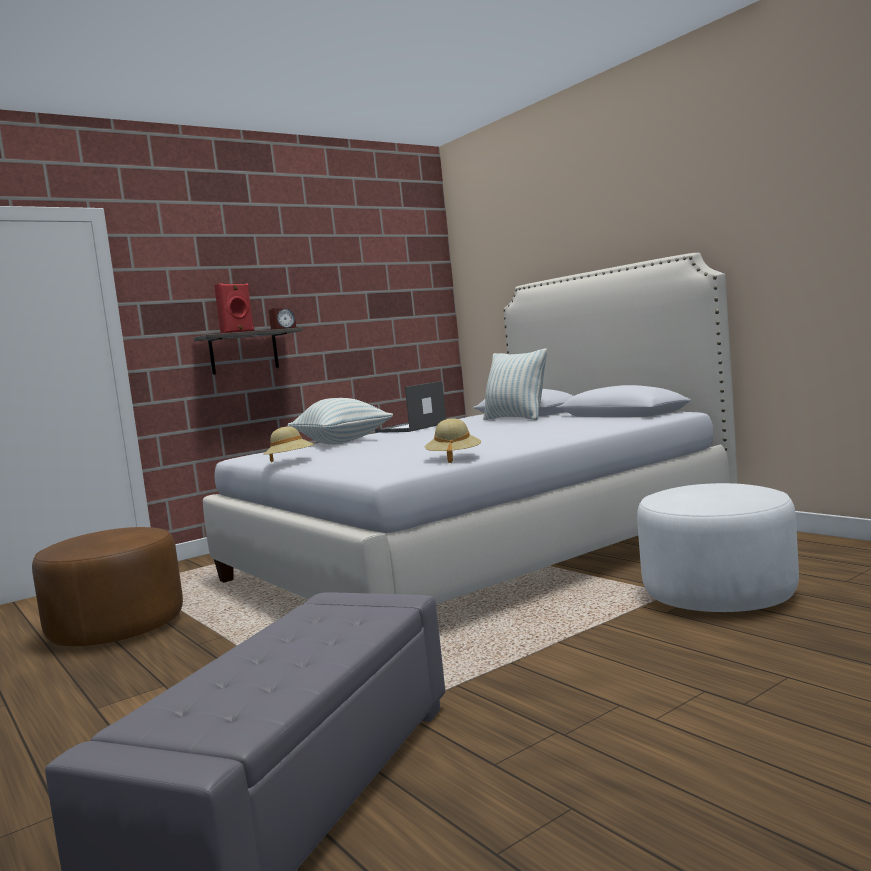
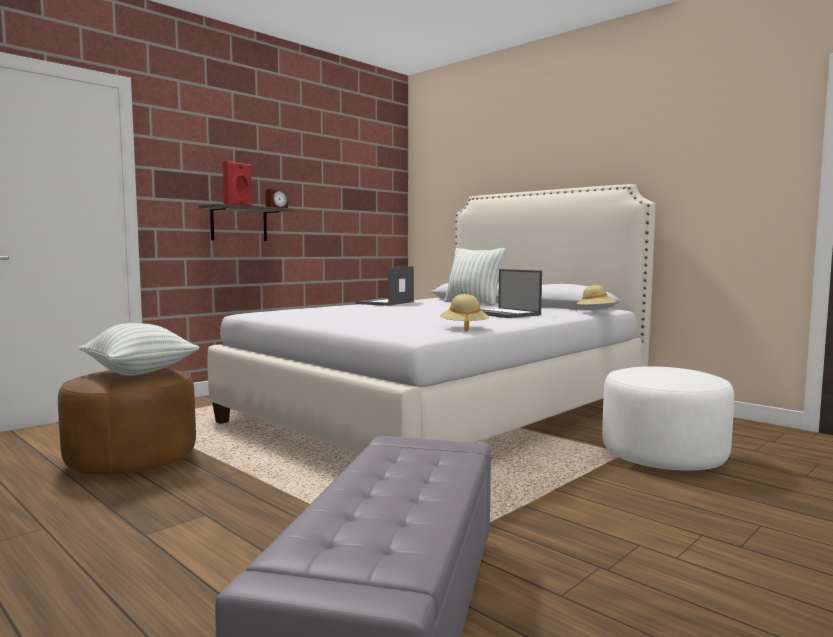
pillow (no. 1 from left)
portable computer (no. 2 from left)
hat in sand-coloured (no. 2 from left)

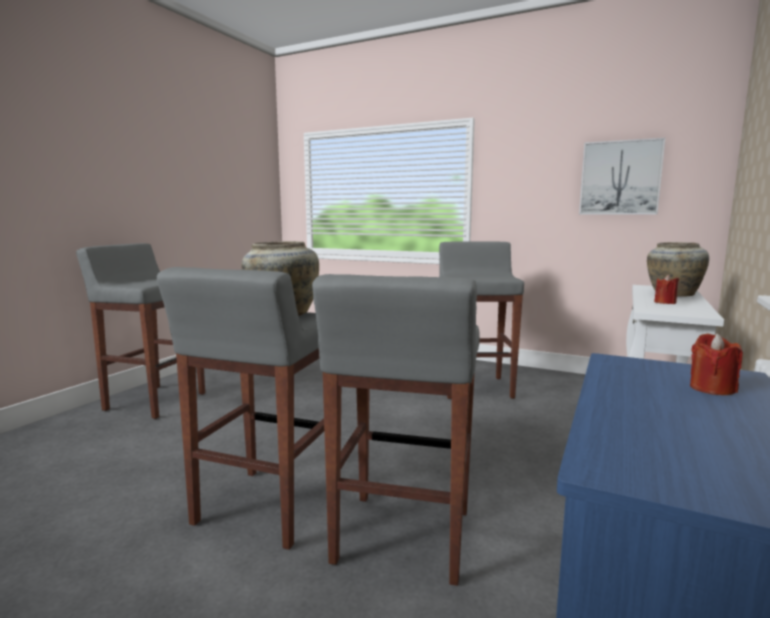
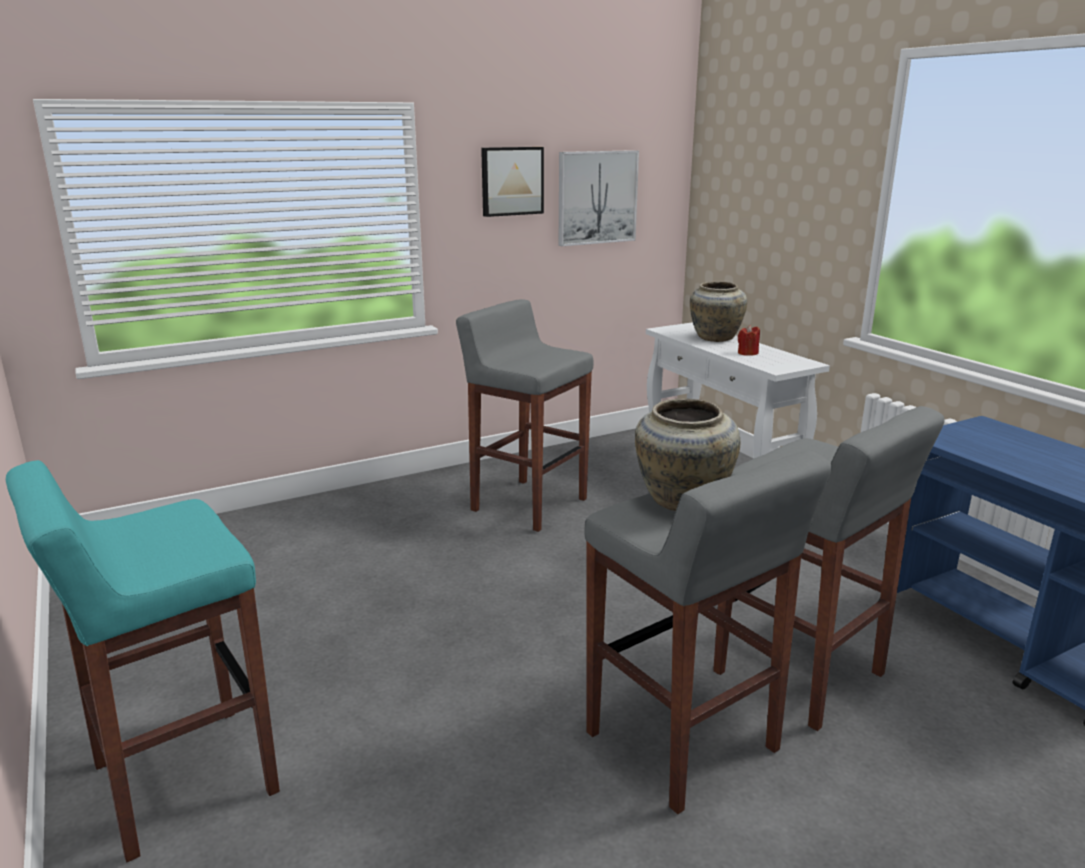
stool in turquoise
wall art (no. 1 from left)
candle in red (no. 2 from left in the first image)

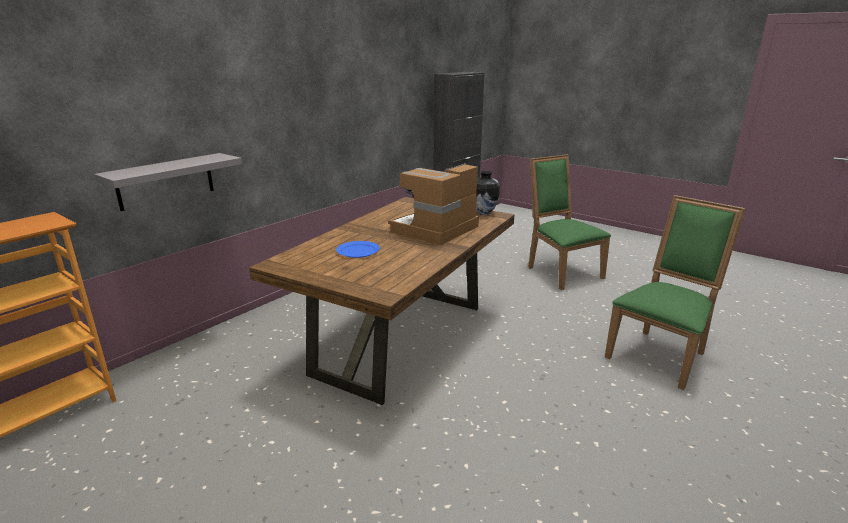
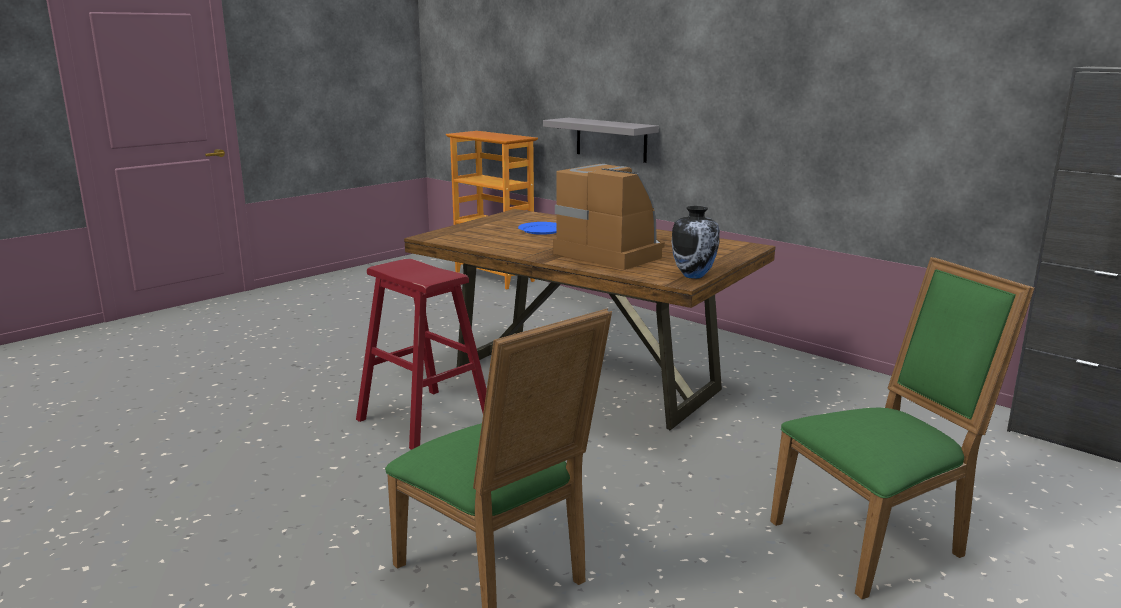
stool in red

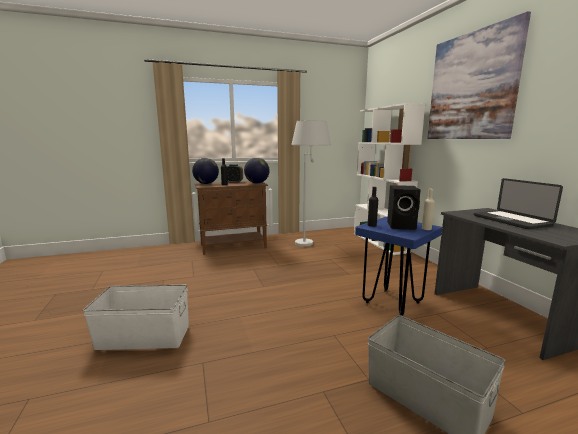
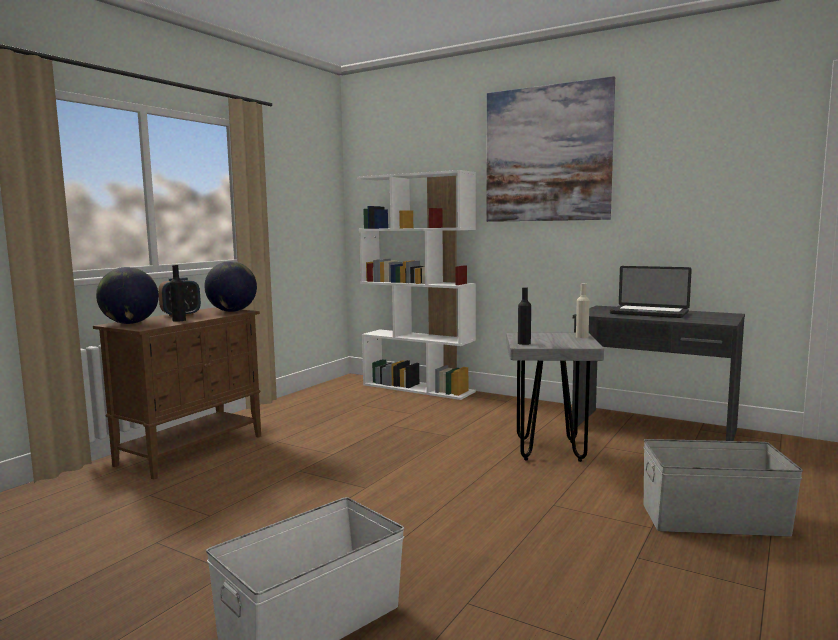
stool in greyish
standing lamp in white-coloured
audio speaker in black

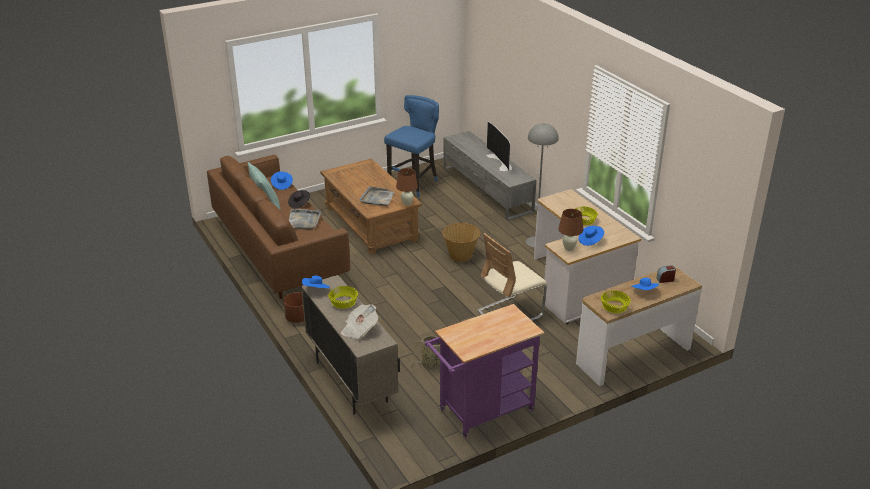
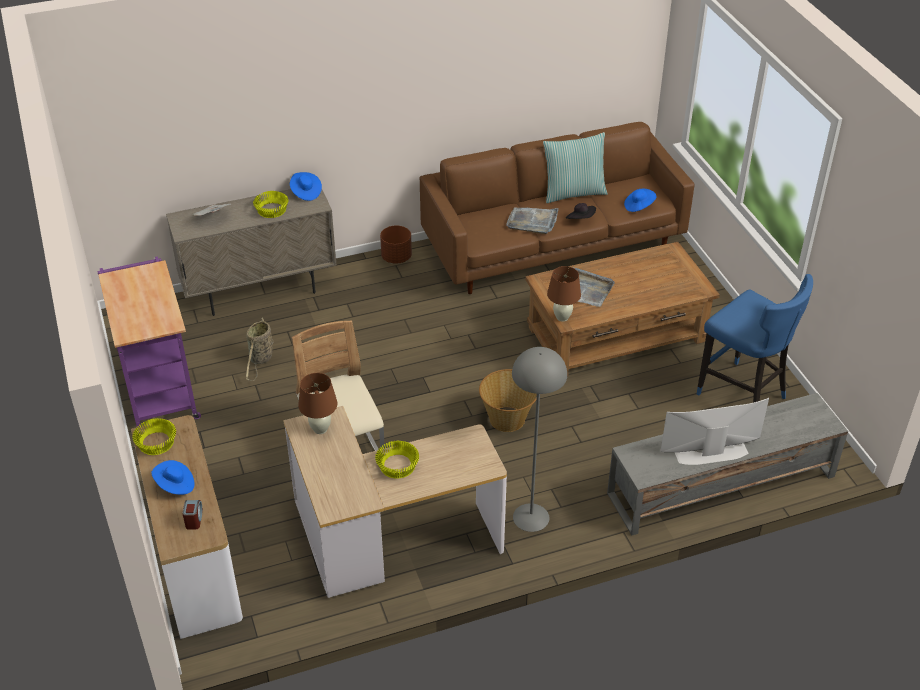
hat in blue-coloured (no. 3 from left in the first image)

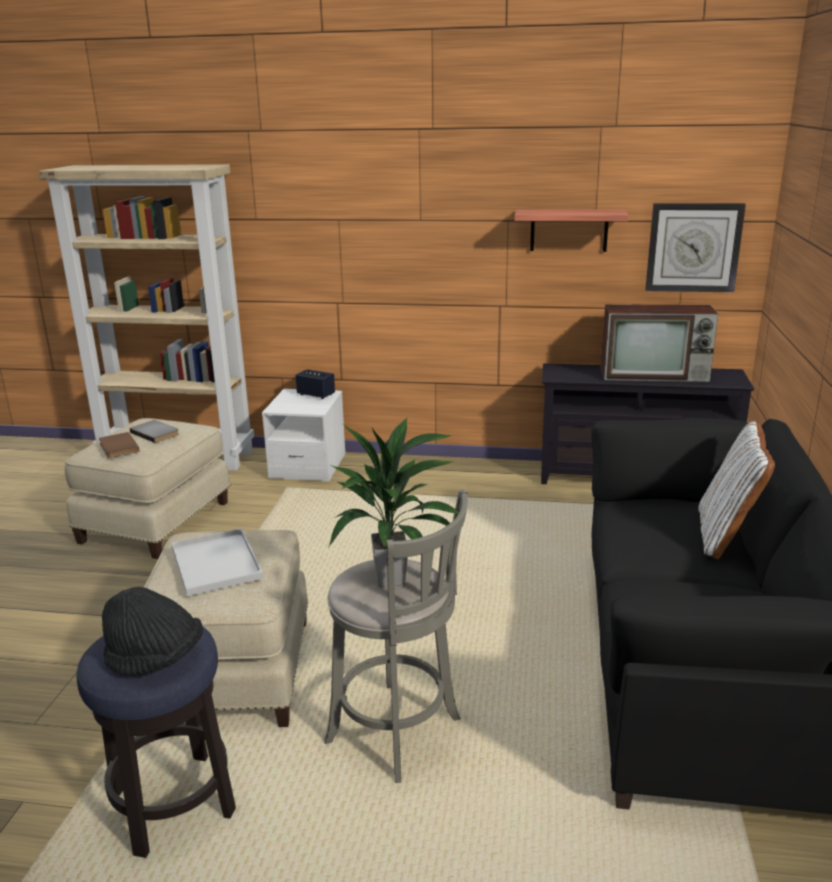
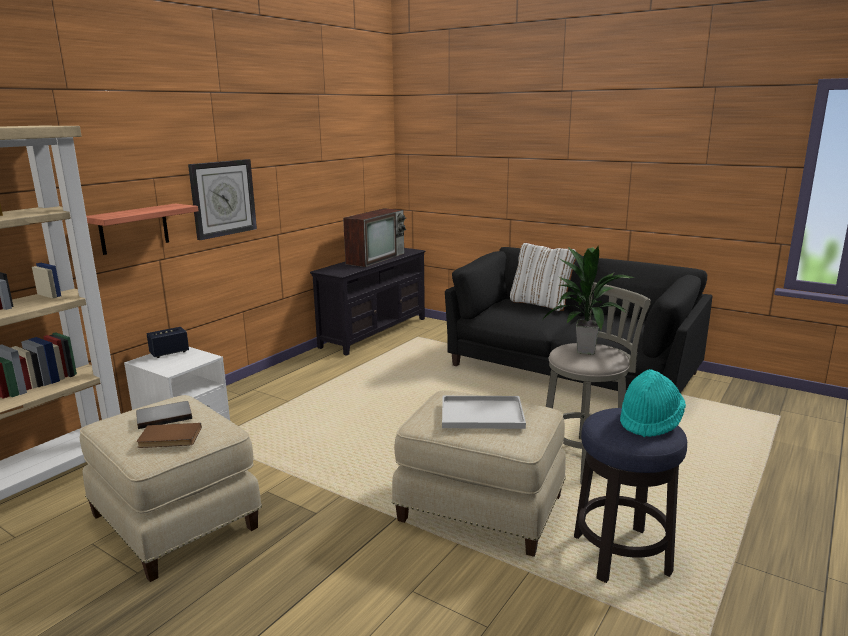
wall shelf
hanging clock
hat in turquoise

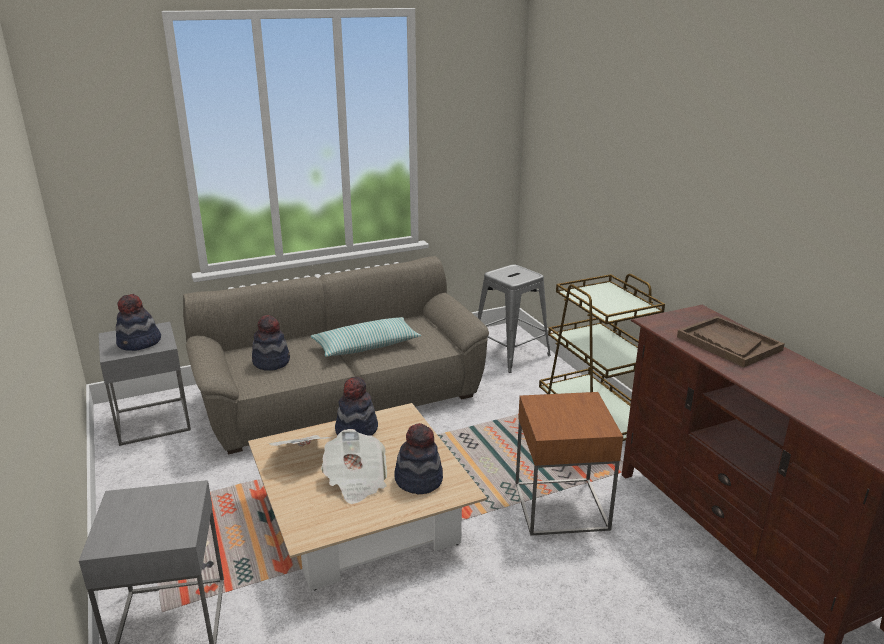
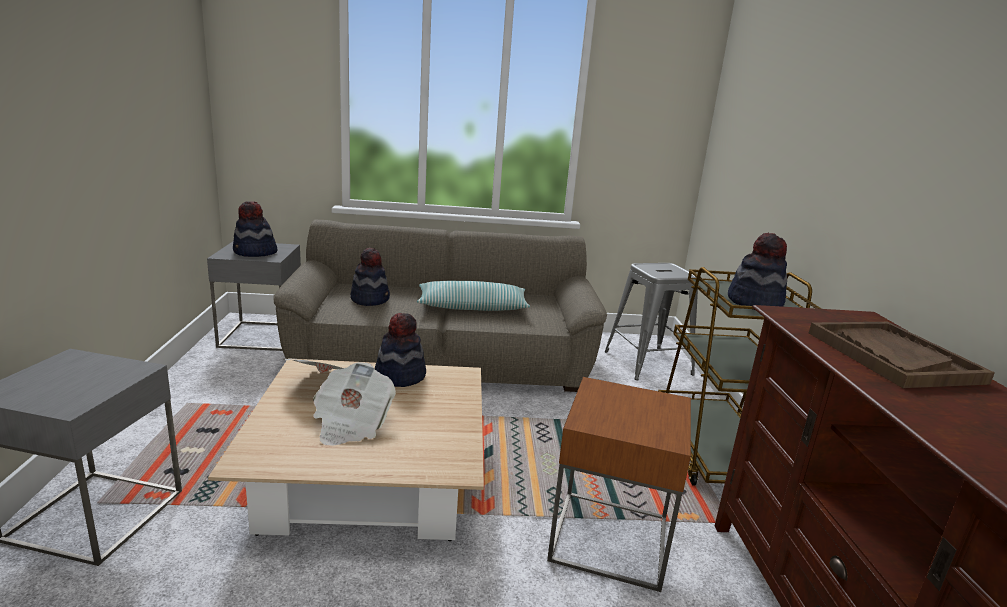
hat (no. 4 from left)

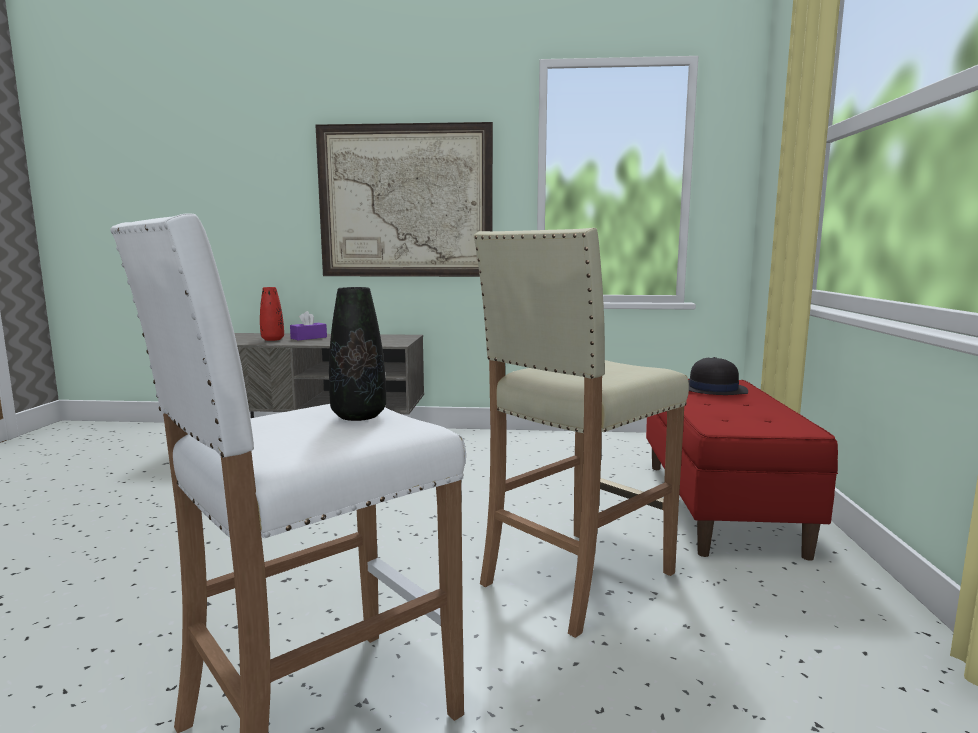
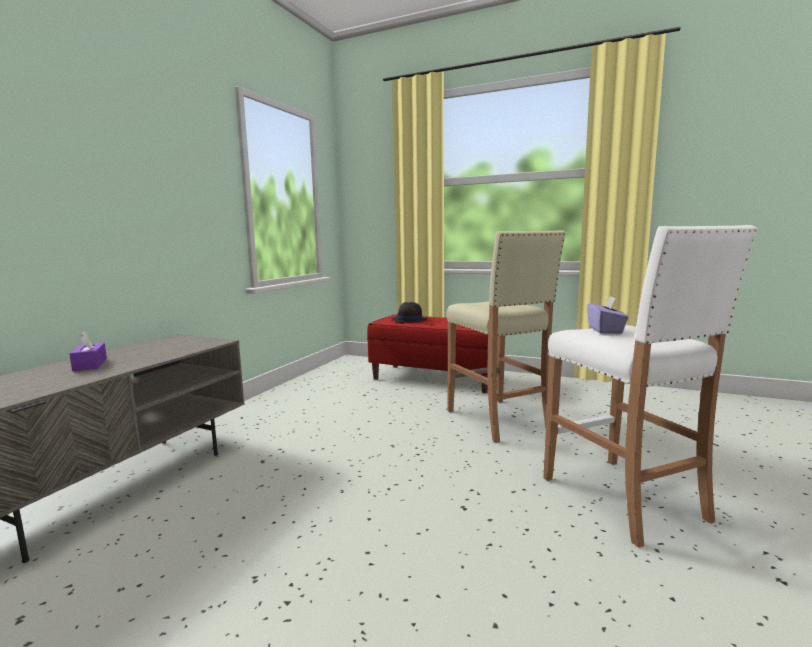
box of tissues in purple (no. 2 from left)
vase in red
wall art

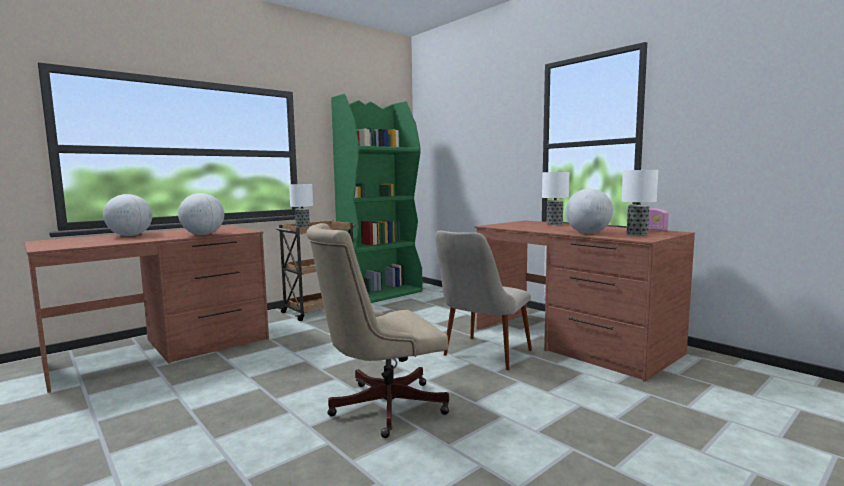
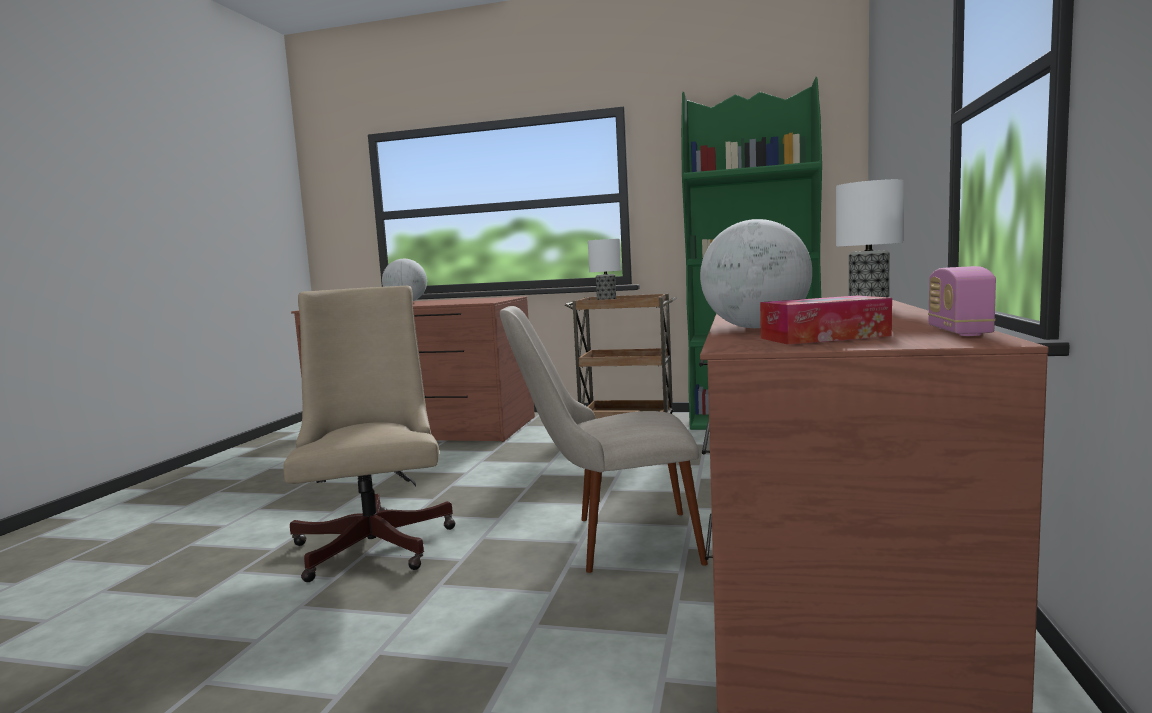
computer chair in sand-coloured
box of tissues
globe (no. 2 from left in the first image)

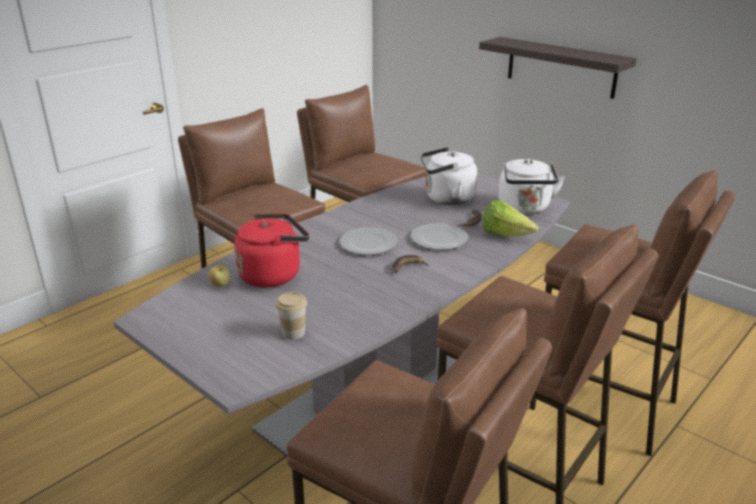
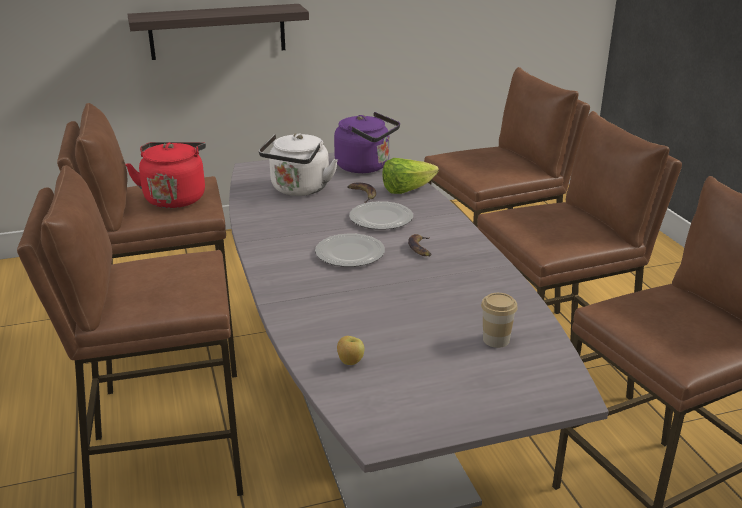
water kettle in red
water kettle in purple

